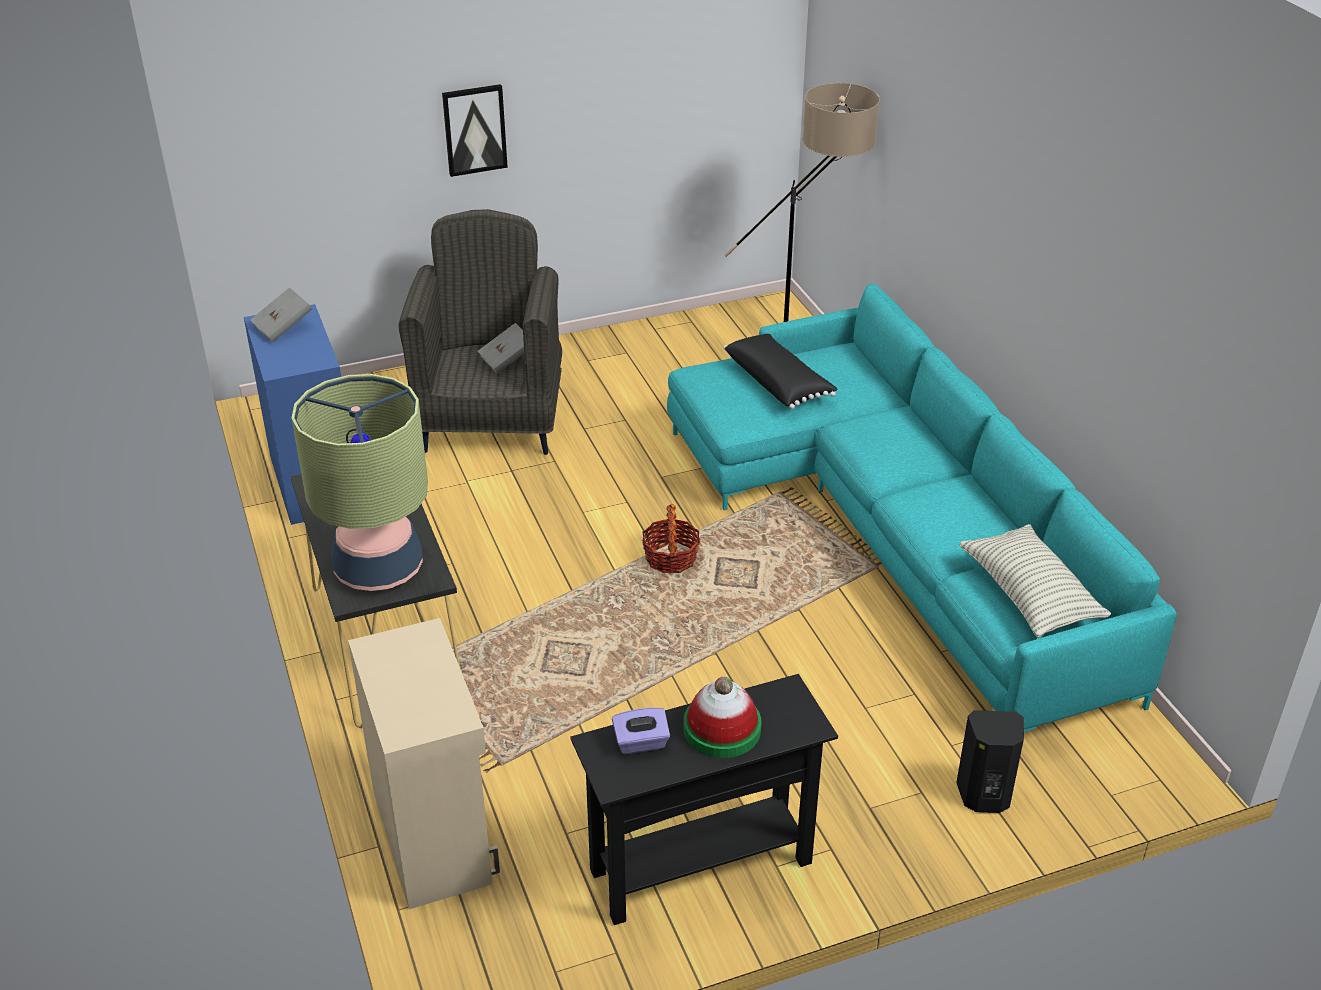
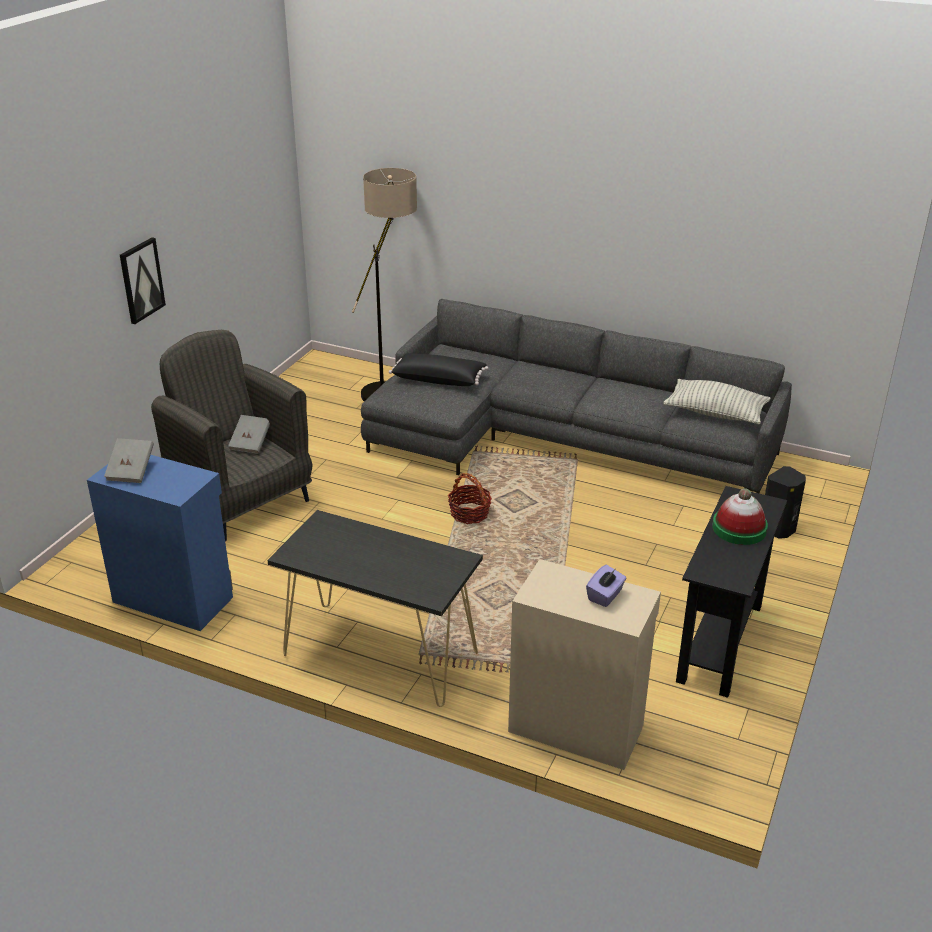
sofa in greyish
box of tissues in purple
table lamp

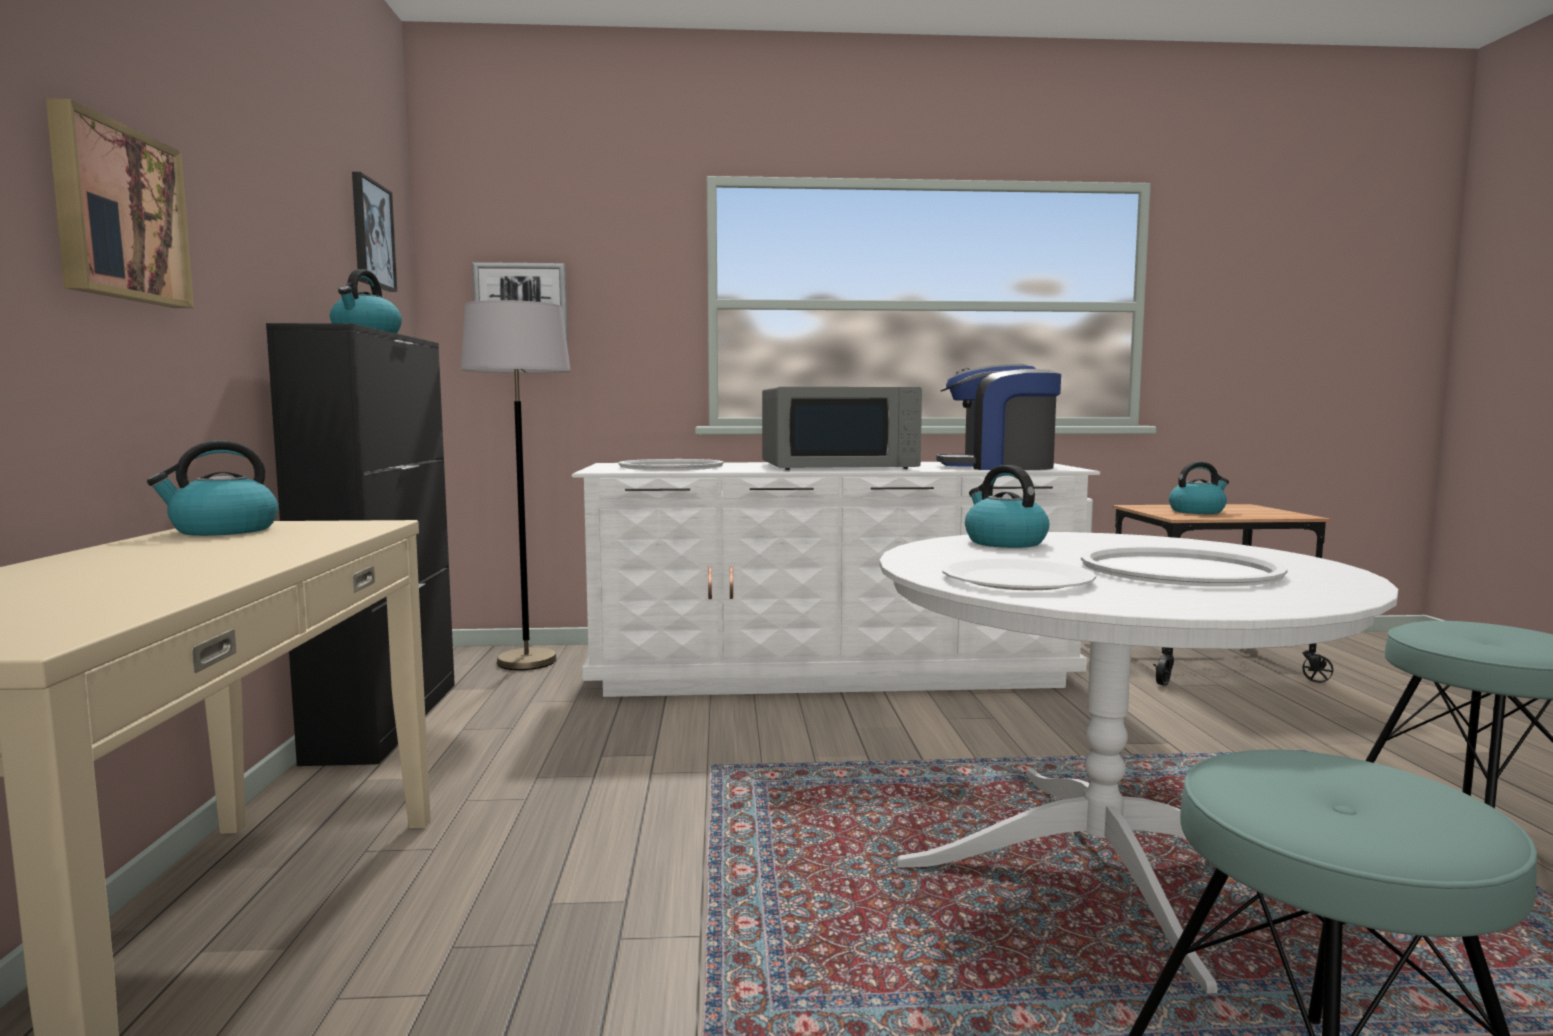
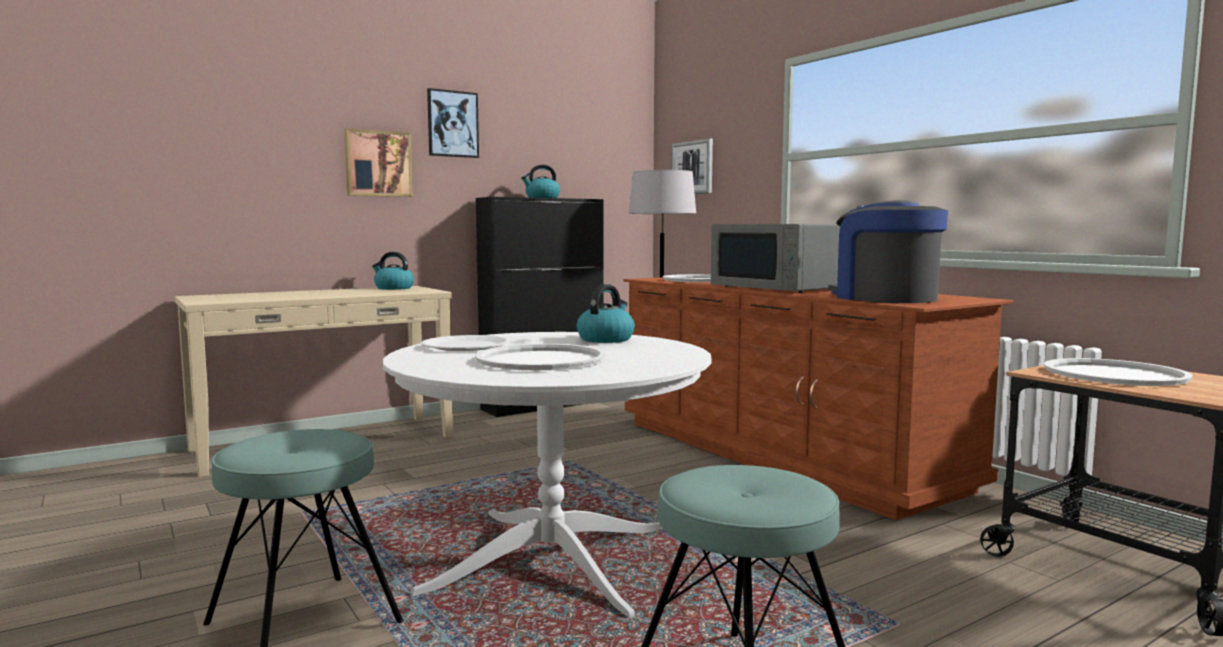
wall art (no. 2 from left)
chest of drawers in brown-coloured
tray in white-coloured (no. 3 from left)

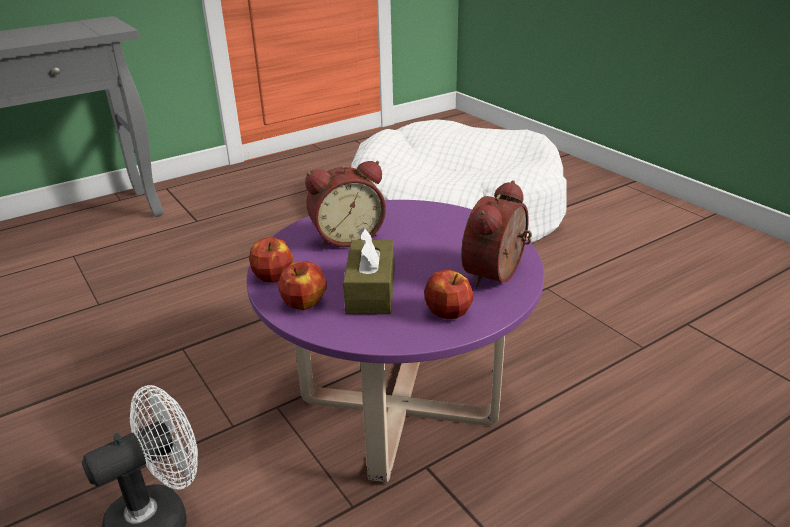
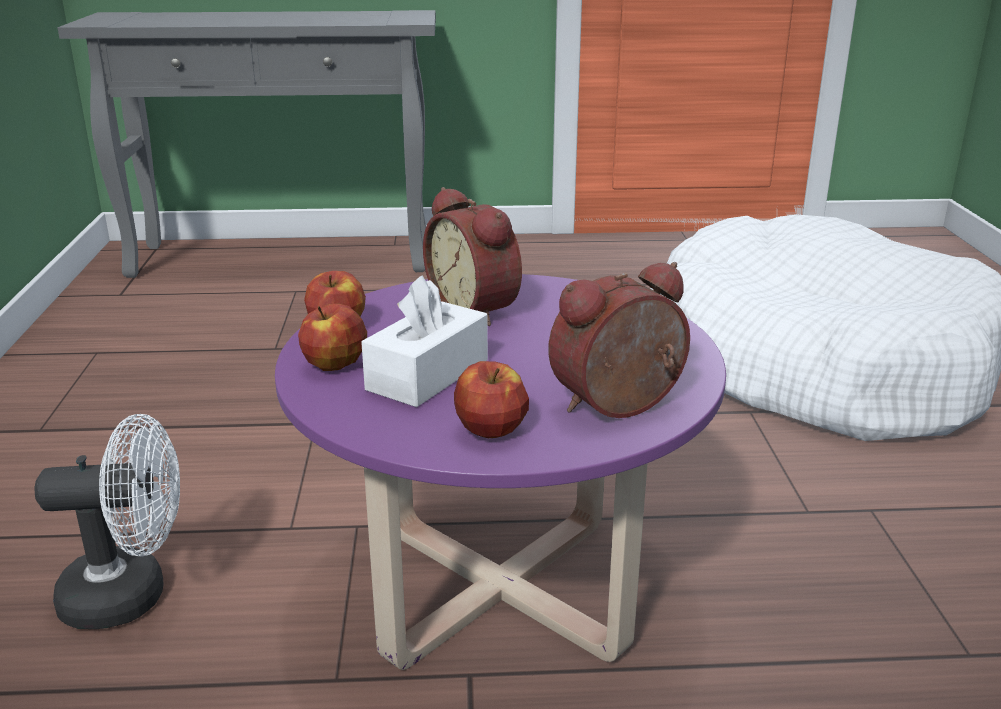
box of tissues in white-coloured
table clock (no. 1 from left)

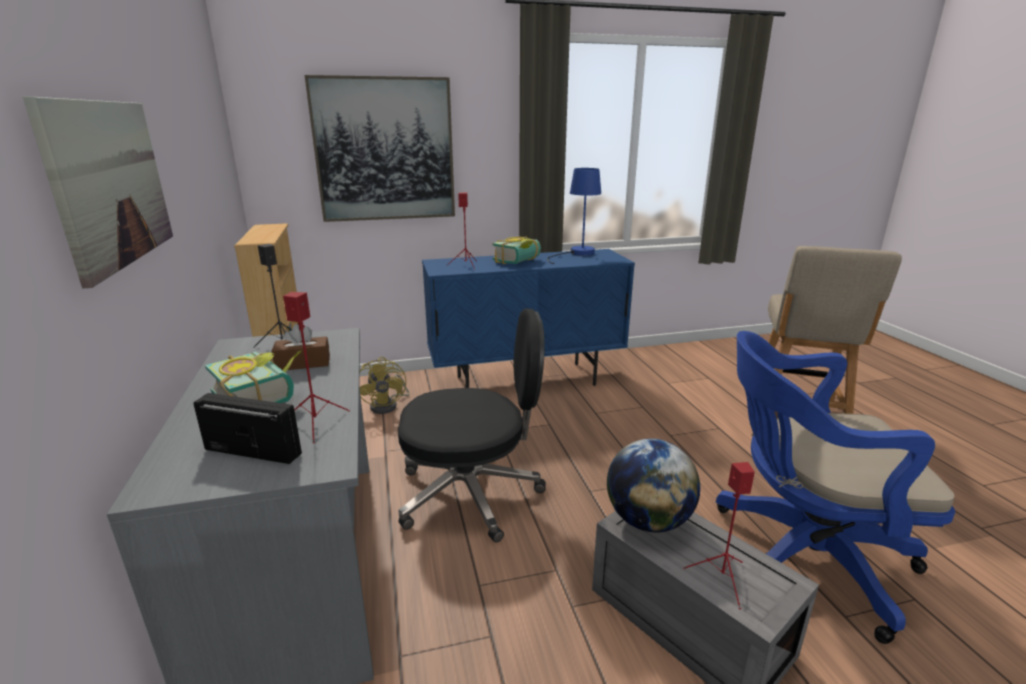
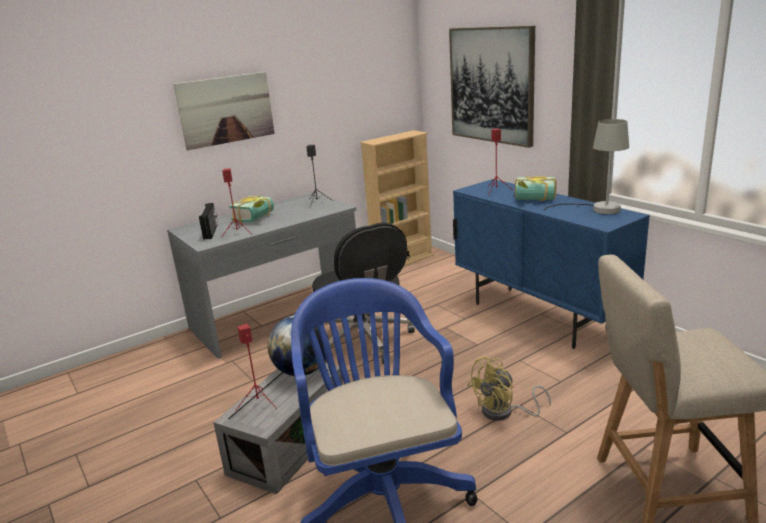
cooling fan in yellow-coloured
table lamp in greyish
box of tissues in brown-coloured

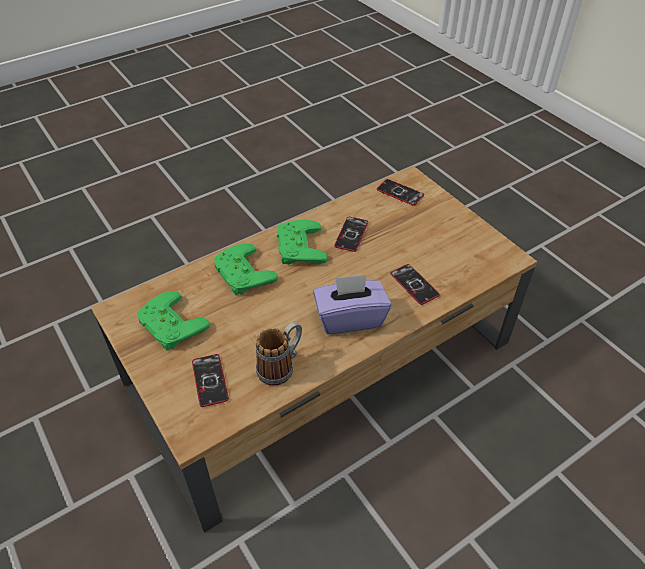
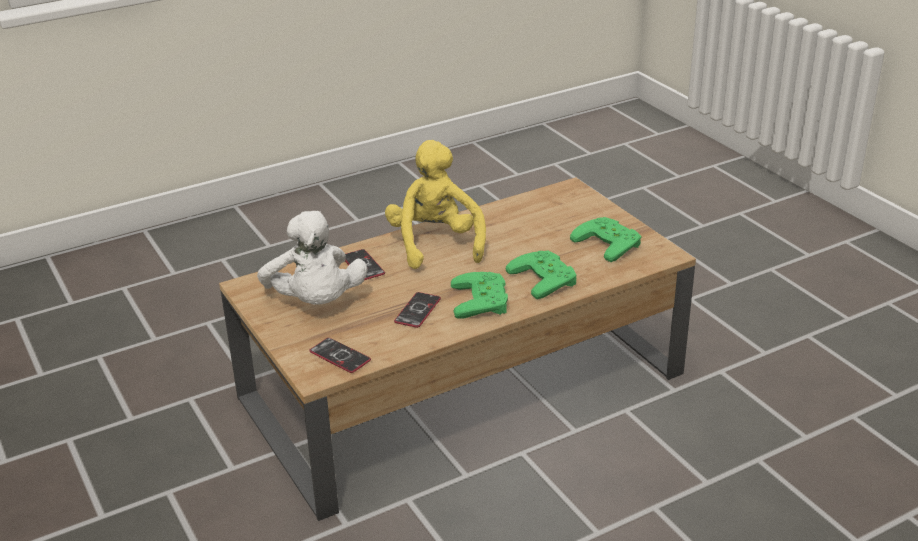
soft toy in white-coloured
soft toy in yellow-coloured
handset (no. 1 from left in the first image)
coffee mug

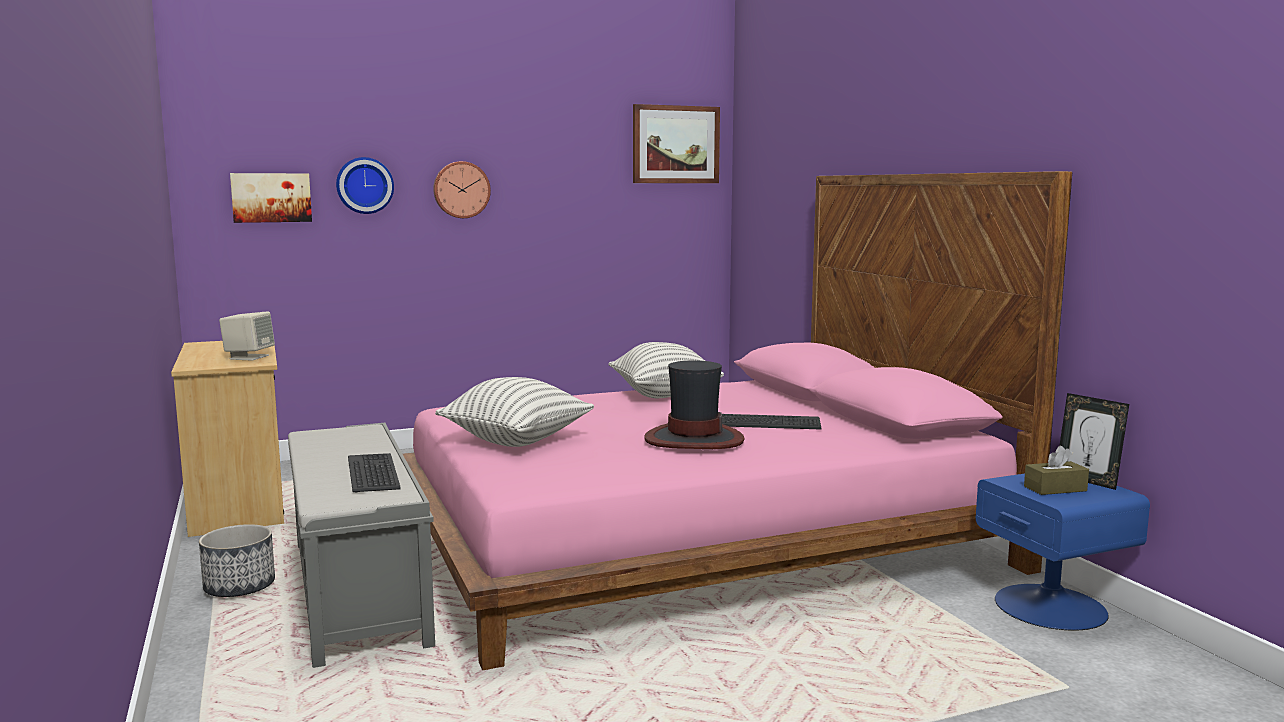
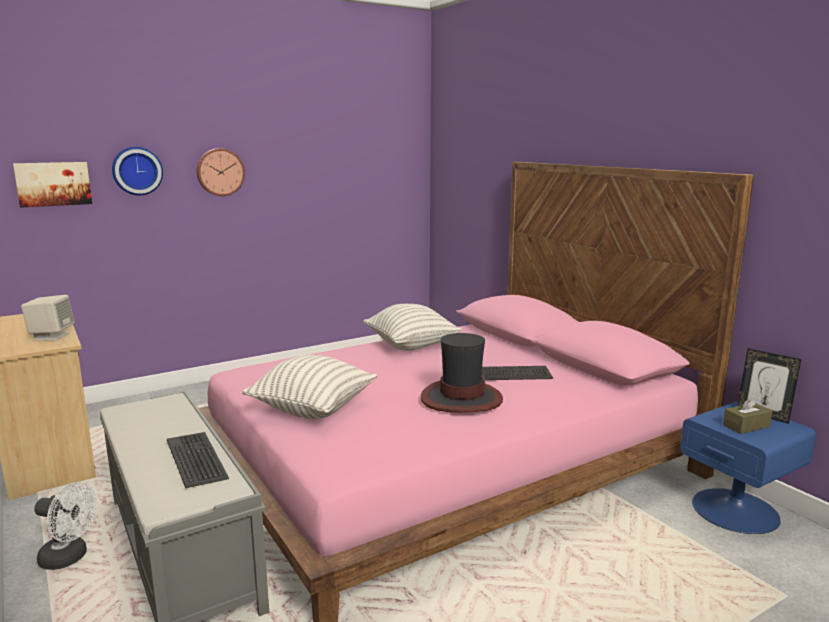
cooling fan in white-coloured
wall art (no. 2 from left in the first image)

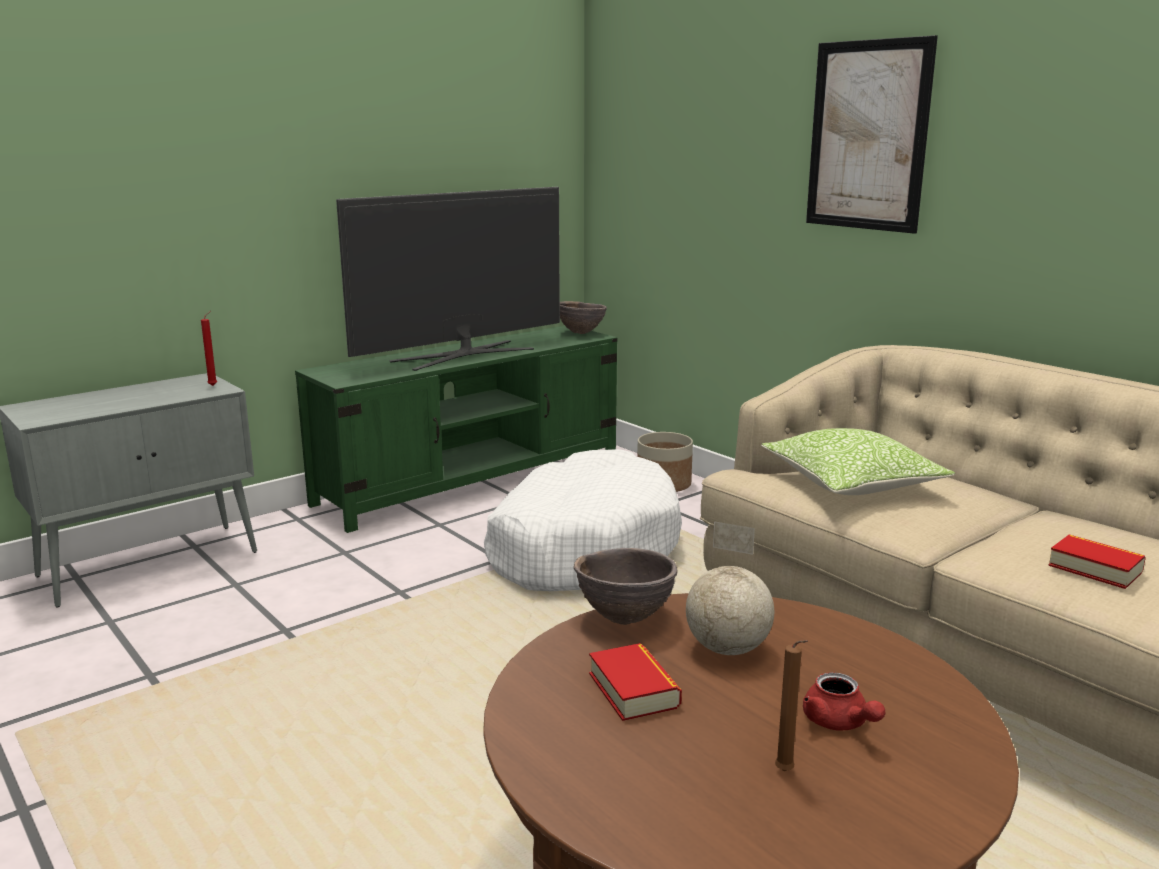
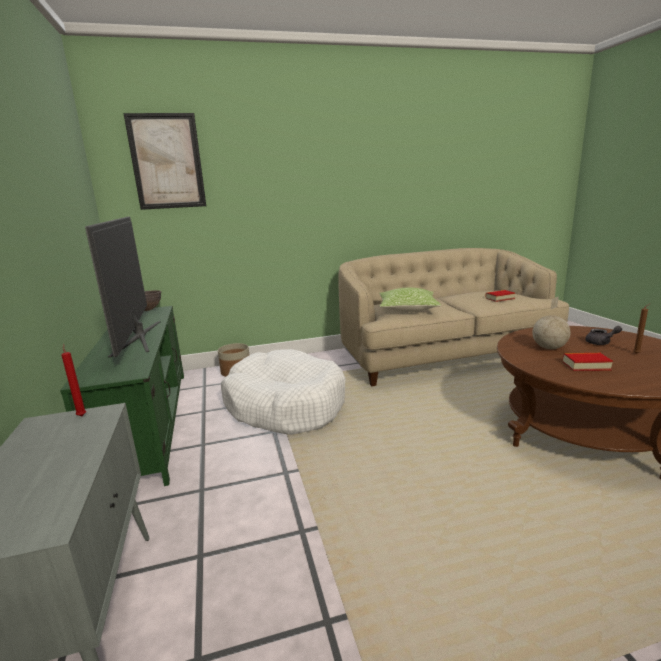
wall art
pot for tea in greyish
serving bowl in brown-coloured (no. 2 from left in the first image)

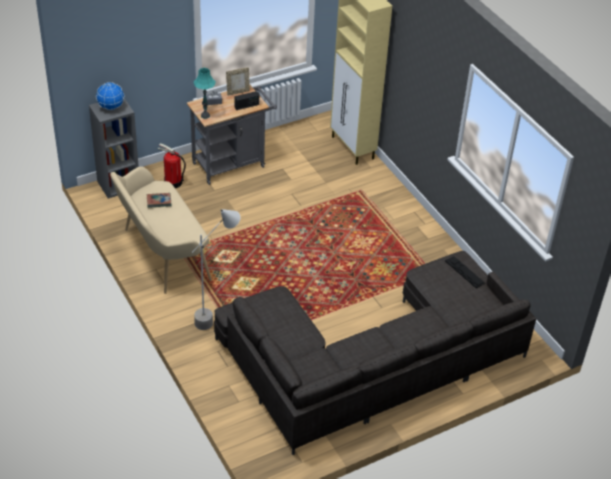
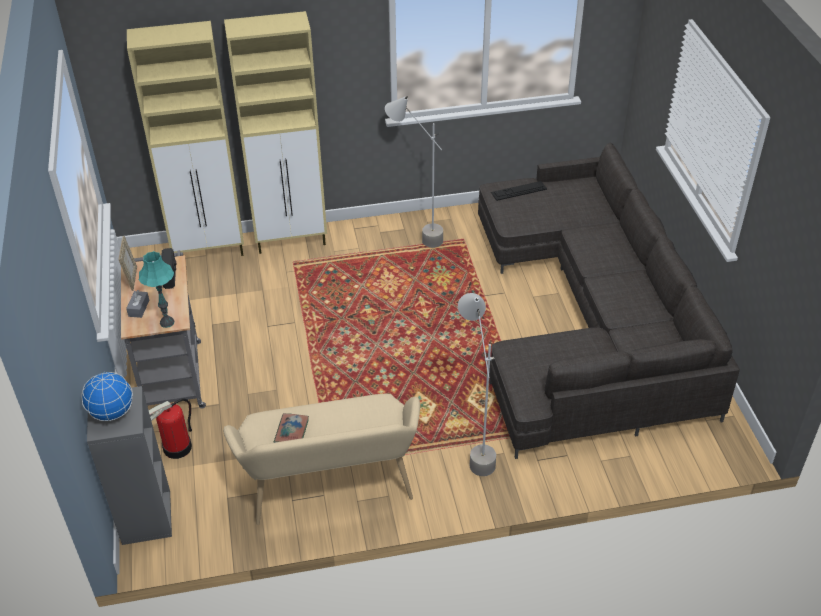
cupboard in sand-coloured (no. 2 from left)
standing lamp in greyish (no. 1 from left)

